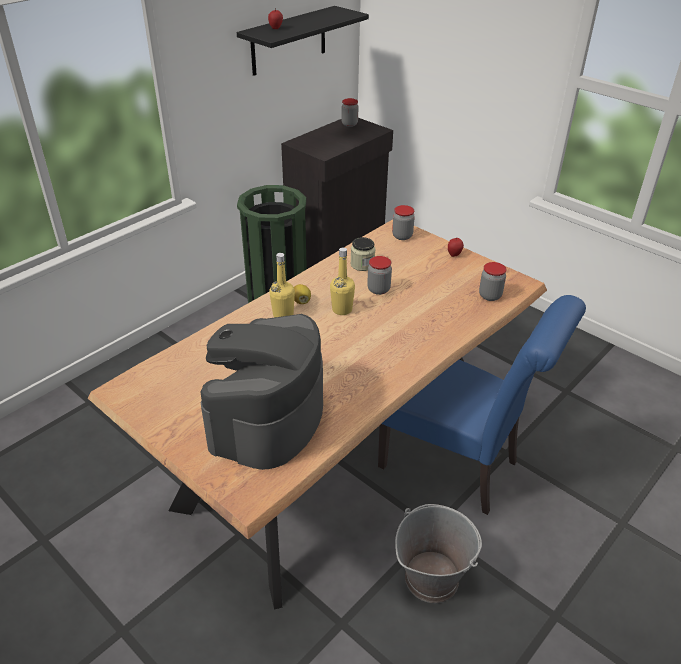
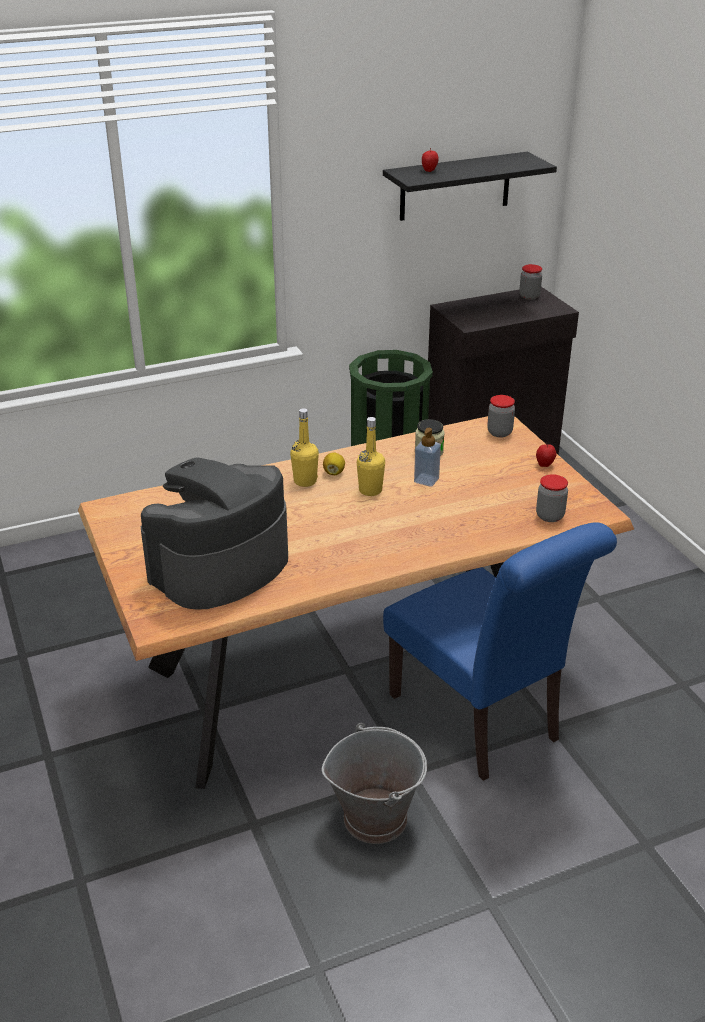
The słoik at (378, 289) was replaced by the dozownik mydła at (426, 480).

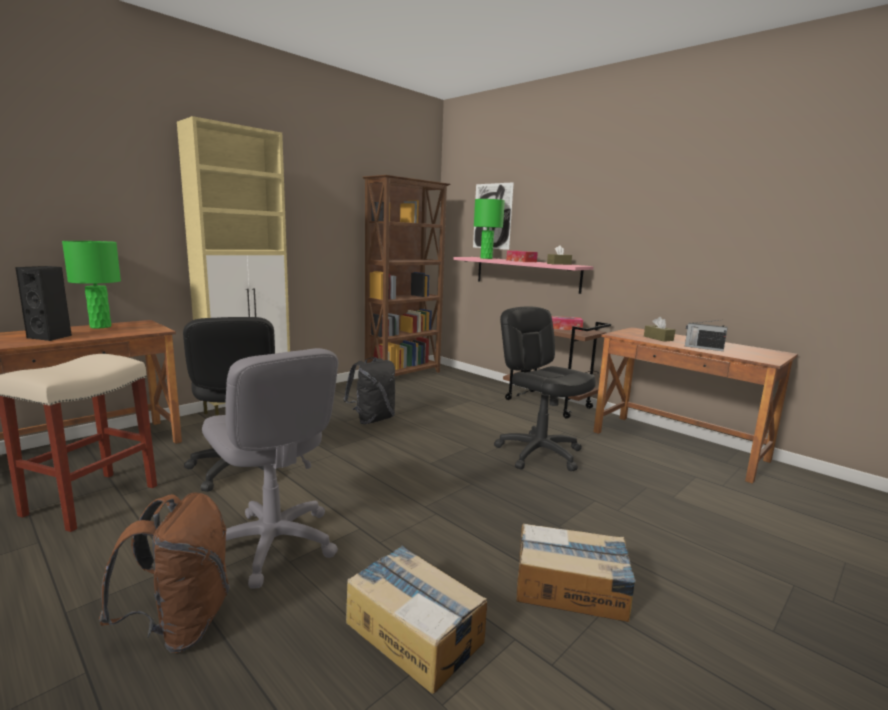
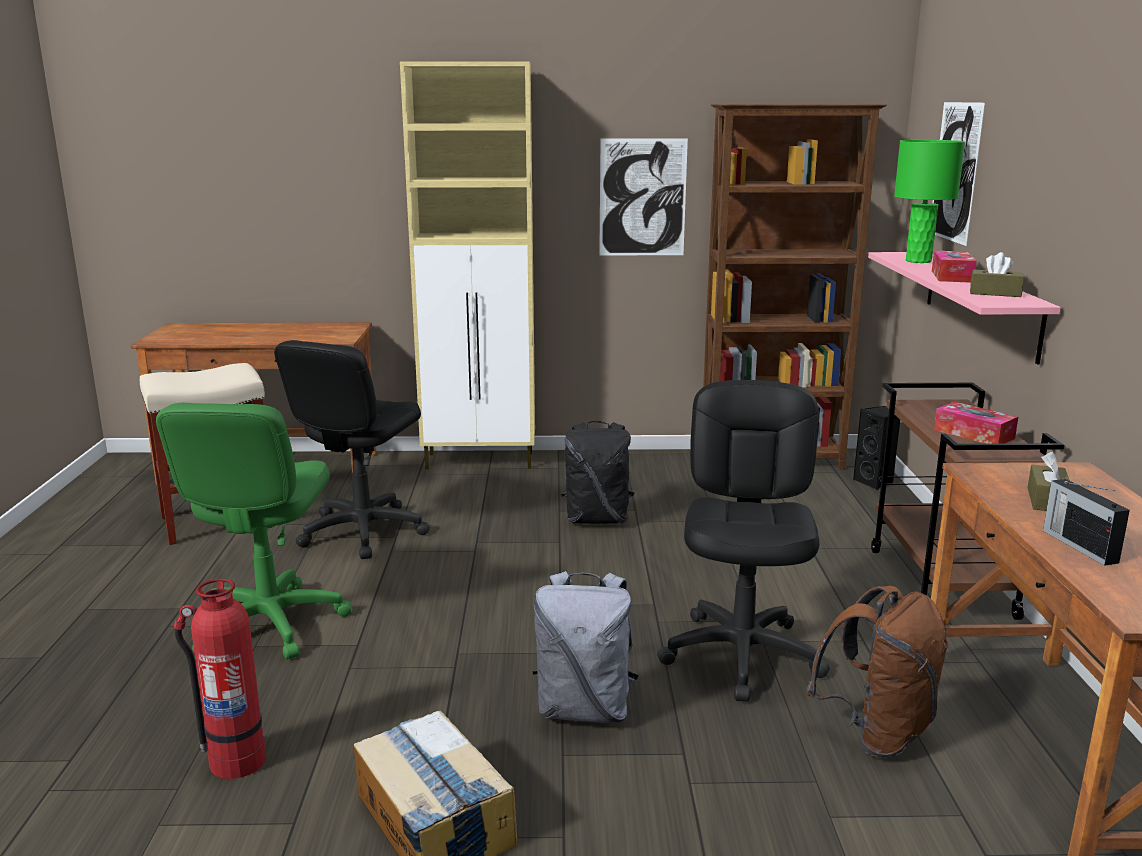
The krzesło biurowe (szary) at (273, 544) became the krzesło biurowe (zielony) at (269, 623). The karton at (414, 631) was replaced by the gaśnica at (236, 760). The plecak (szary) at (584, 709) appeared. The obraz at (642, 197) appeared. The plecak (brązowy) moved from (181, 625) to (877, 733). The głośnik (czarny) moved from (51, 337) to (875, 482). The lampa stołowa (zielony) at (100, 326) disappeared.

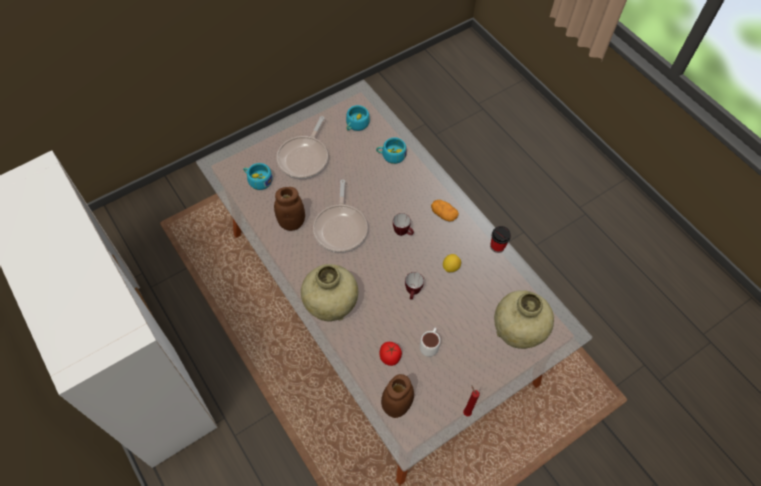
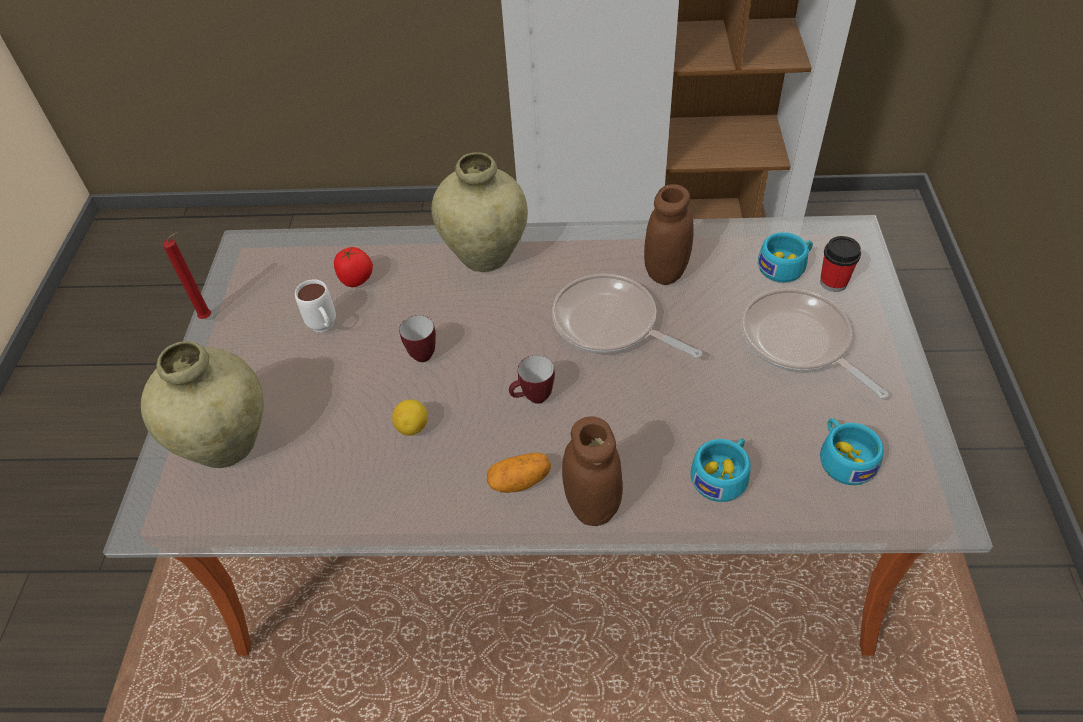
The słoik (brązowy) moved from (396, 405) to (592, 505). The filiżanka moved from (497, 246) to (833, 282).

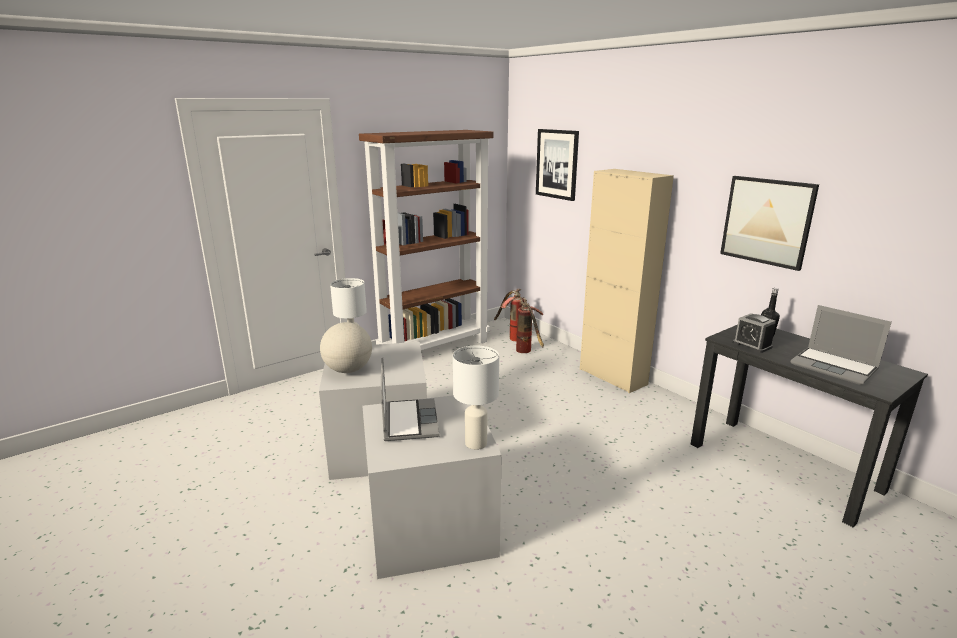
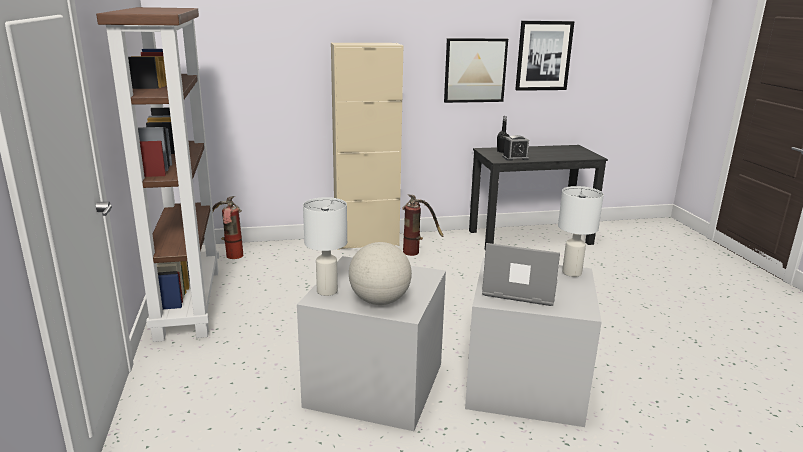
The gaśnica moved from (528, 352) to (417, 251). The obraz moved from (557, 164) to (543, 56). The laptop at (835, 367) disappeared.

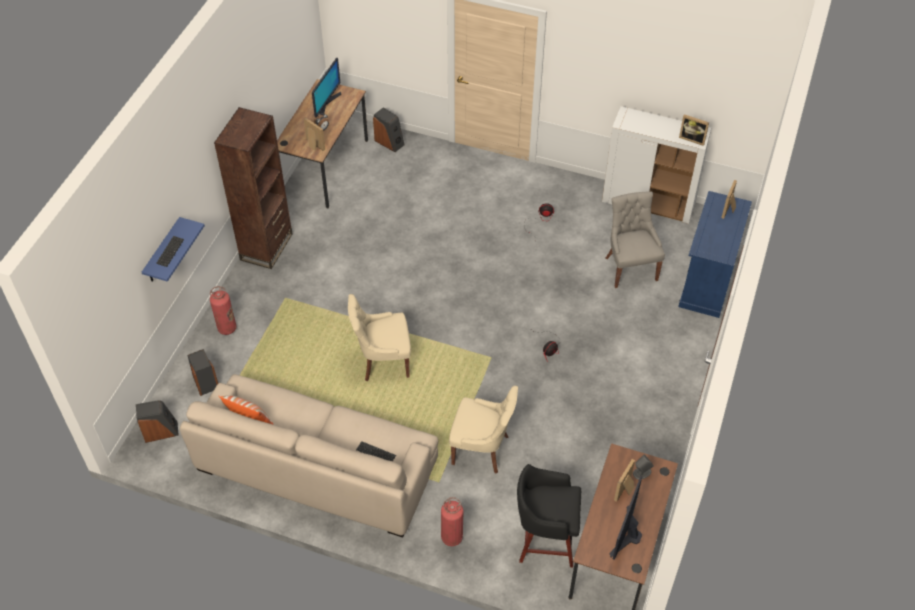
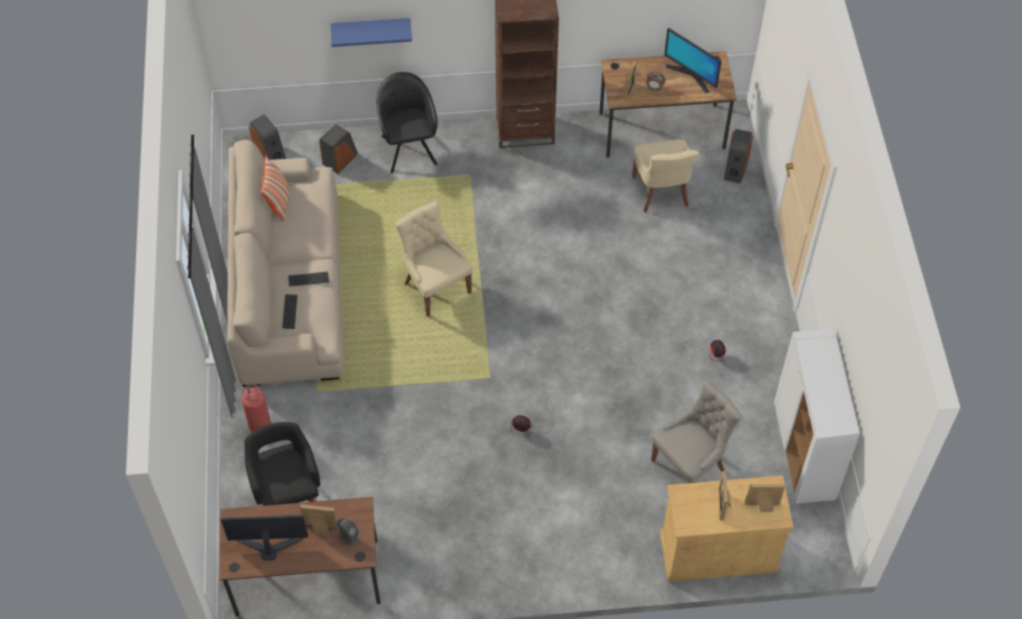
The klawiatura moved from (170, 252) to (308, 279). The gaśnica at (227, 328) was replaced by the fotel (czarny) at (408, 147). The krzesło (beżowy) moved from (482, 449) to (661, 193). The szafka (niebieski) at (707, 280) became the szafka (beżowy) at (718, 552). The monitor at (326, 105) turned 45 degrees clockwise. The ramka na zdjęcie moved from (692, 139) to (724, 504).

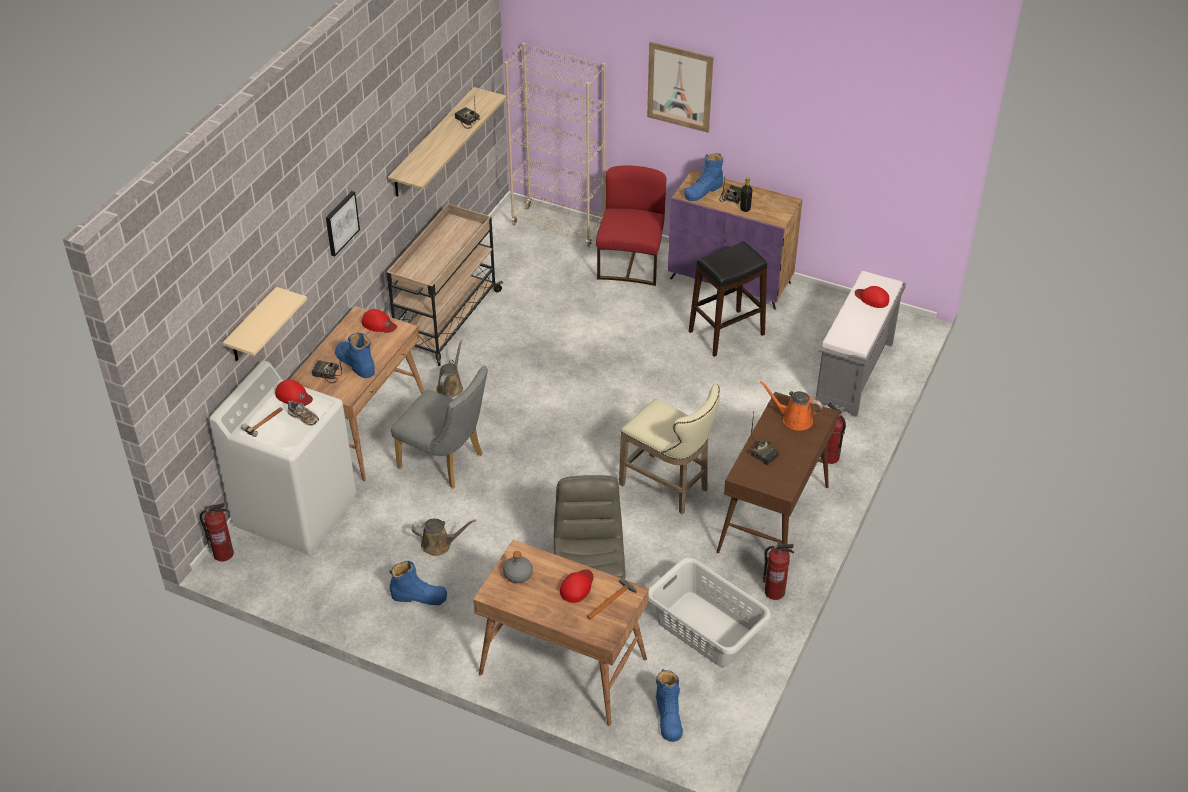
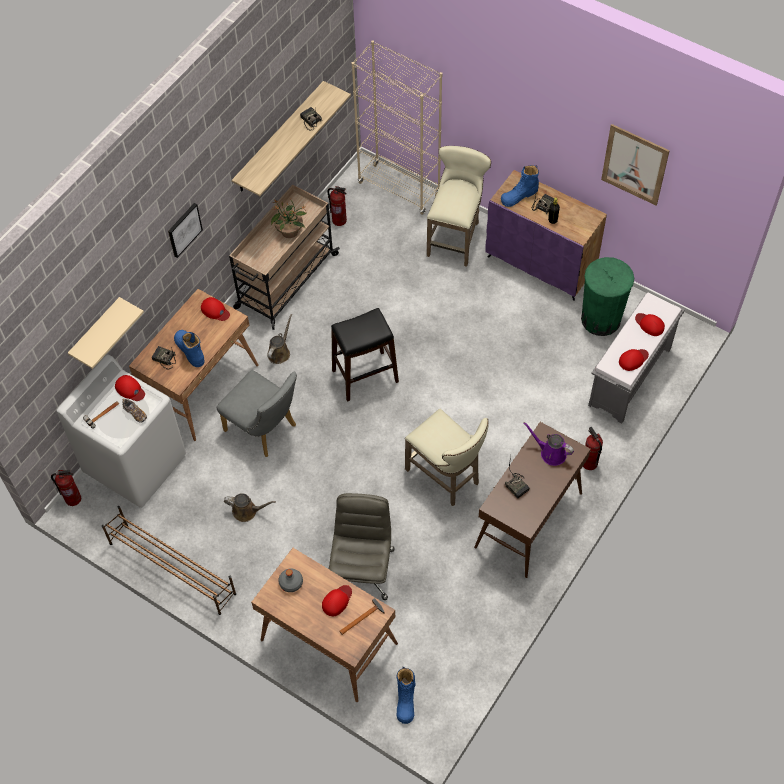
The regał na buty (brązowy) at (172, 568) appeared. The roślina doniczkowa at (290, 232) appeared. The gaśnica moved from (774, 592) to (339, 220). The stołek (czarny) moved from (726, 333) to (365, 376). The krzesło (czerwony) at (631, 264) was replaced by the stołek (beżowy) at (456, 237). The konewka (pomarańczowy) at (794, 419) became the konewka (fioletowy) at (550, 453). The kosz na śmieci (zielony) at (601, 319) appeared. The obraz moved from (679, 87) to (634, 164). The czapka z daszkiem (czerwony) at (633, 360) appeared. The but z cholewką (niebieski) at (419, 596) disappeared. The kosz na pranie (szary) at (706, 630) disappeared.

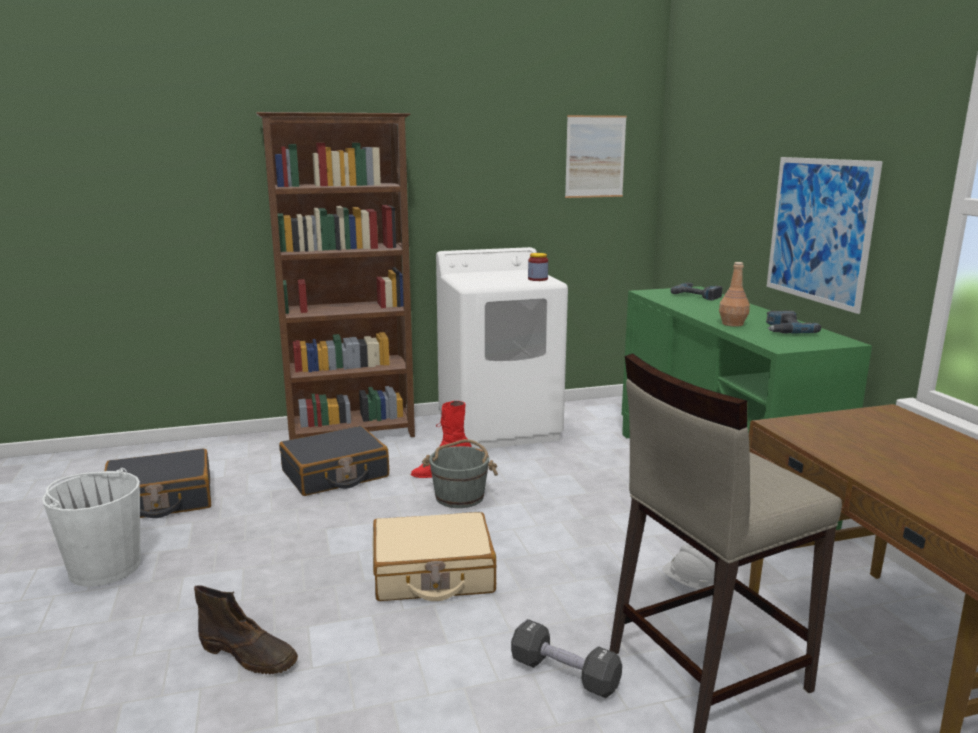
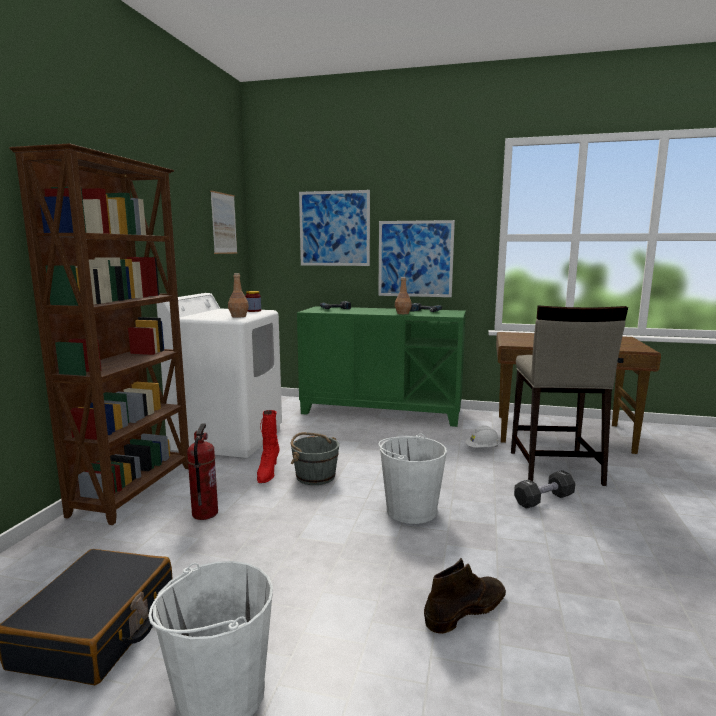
The walizka (czarny) at (335, 474) was replaced by the gaśnica at (204, 513). The butelka (brązowy) at (239, 316) appeared. The obraz at (334, 228) appeared. The walizka (beżowy) at (433, 573) was replaced by the wiadro (biały) at (411, 510).

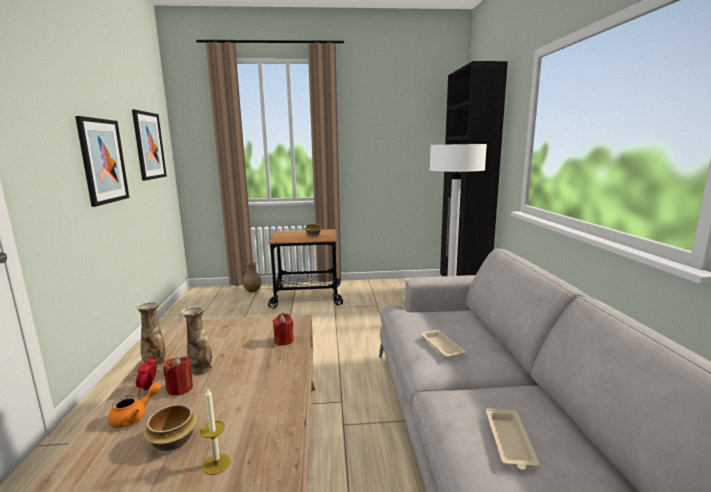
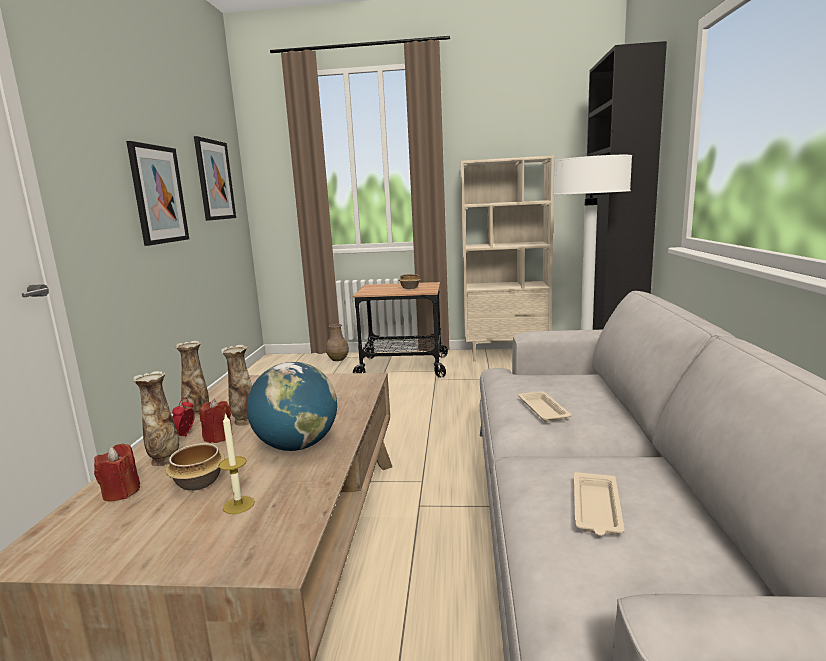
The świeca (czerwony) moved from (284, 341) to (121, 492). The imbryk (pomarańczowy) at (134, 417) was replaced by the wazon at (164, 459). The globus at (297, 446) appeared. The regał (beżowy) at (506, 355) appeared.

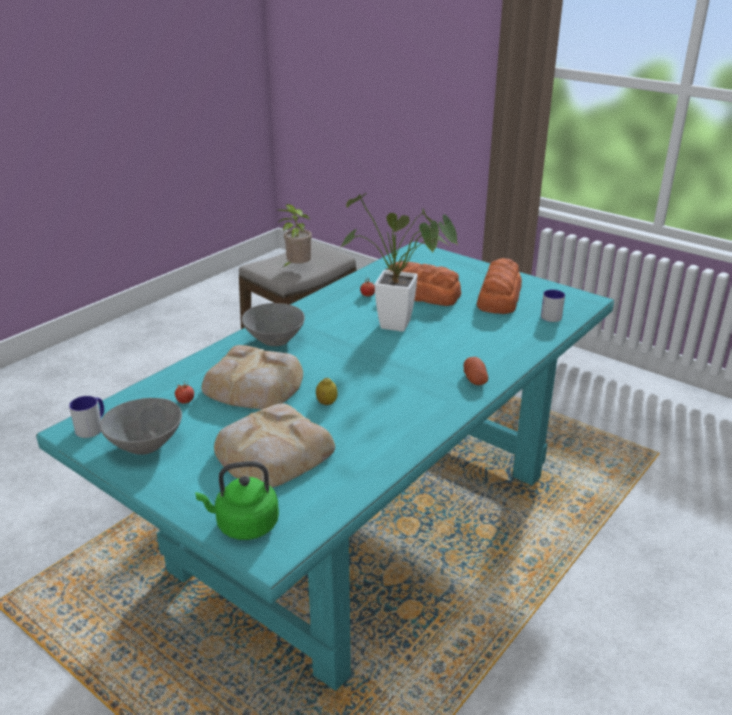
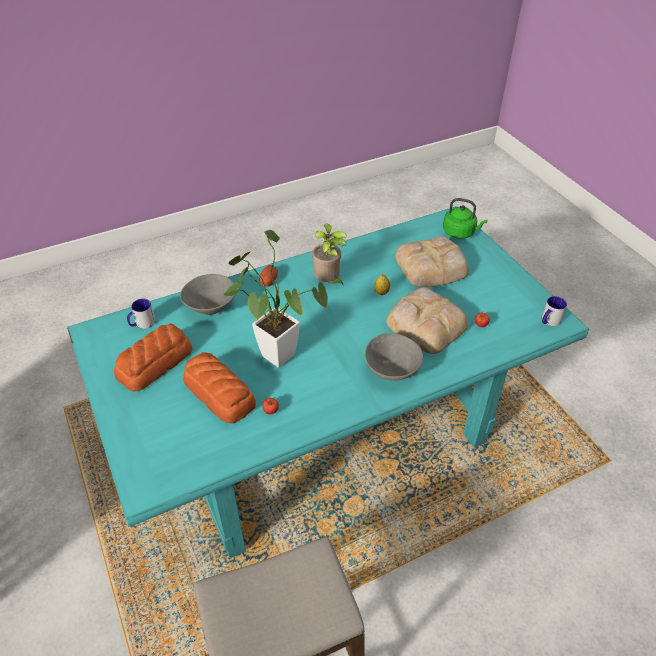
The miska (szary) moved from (146, 445) to (210, 307). The roślina doniczkowa moved from (297, 268) to (328, 282).

